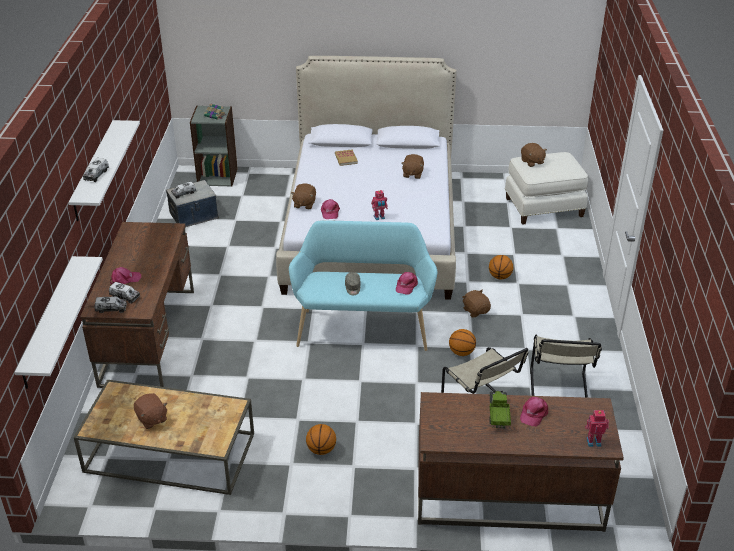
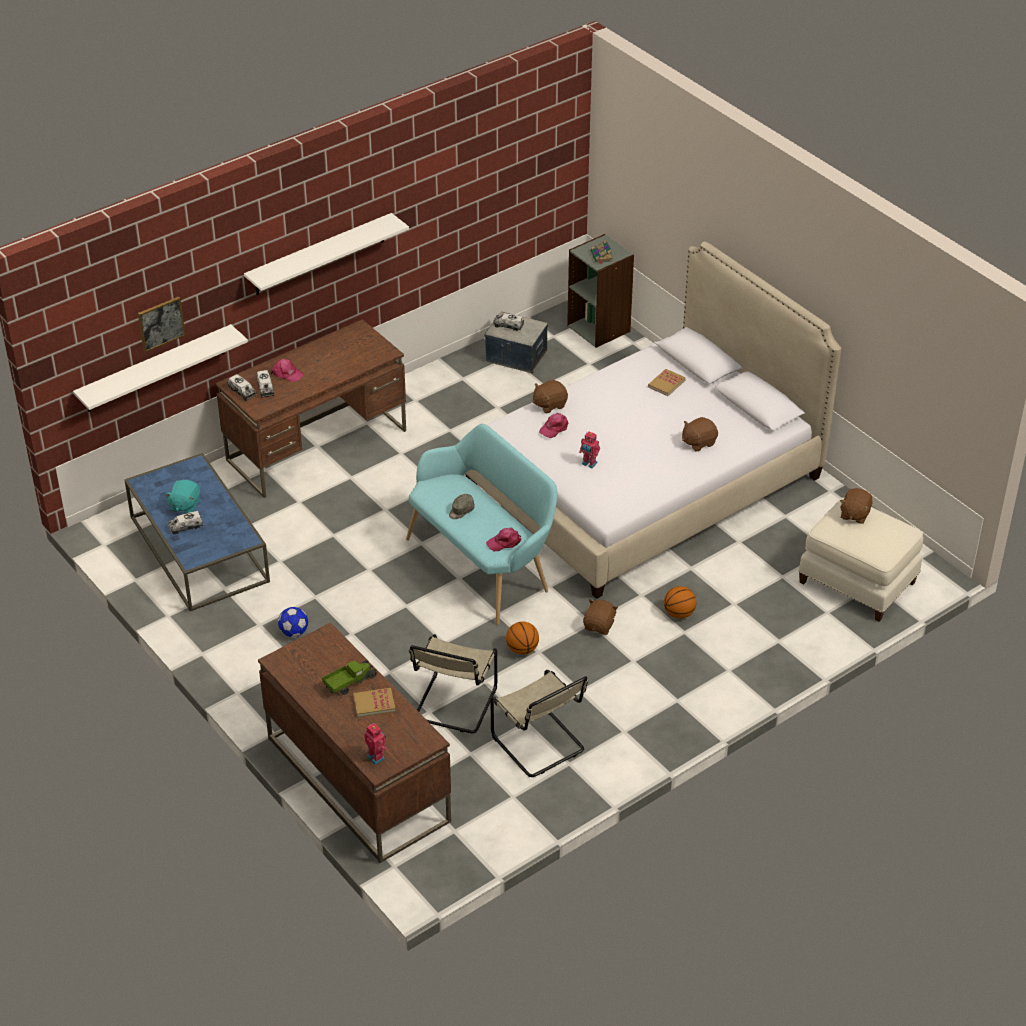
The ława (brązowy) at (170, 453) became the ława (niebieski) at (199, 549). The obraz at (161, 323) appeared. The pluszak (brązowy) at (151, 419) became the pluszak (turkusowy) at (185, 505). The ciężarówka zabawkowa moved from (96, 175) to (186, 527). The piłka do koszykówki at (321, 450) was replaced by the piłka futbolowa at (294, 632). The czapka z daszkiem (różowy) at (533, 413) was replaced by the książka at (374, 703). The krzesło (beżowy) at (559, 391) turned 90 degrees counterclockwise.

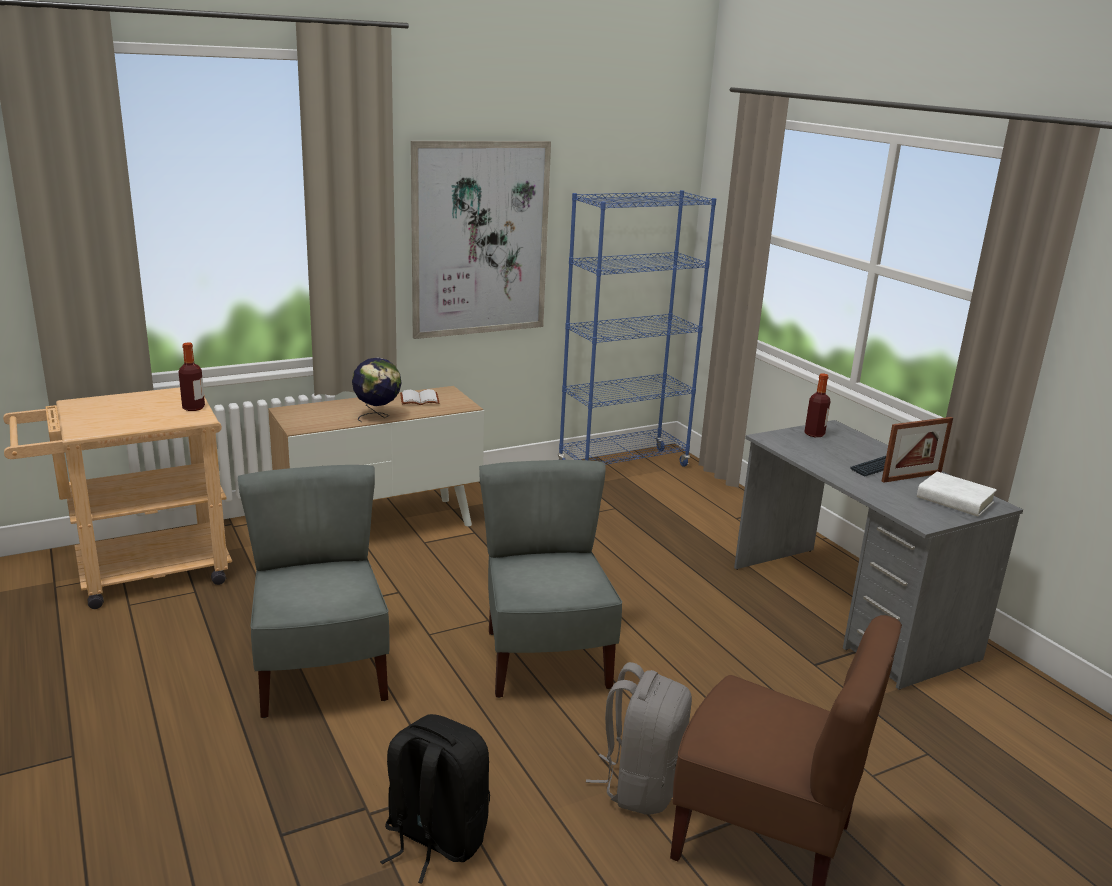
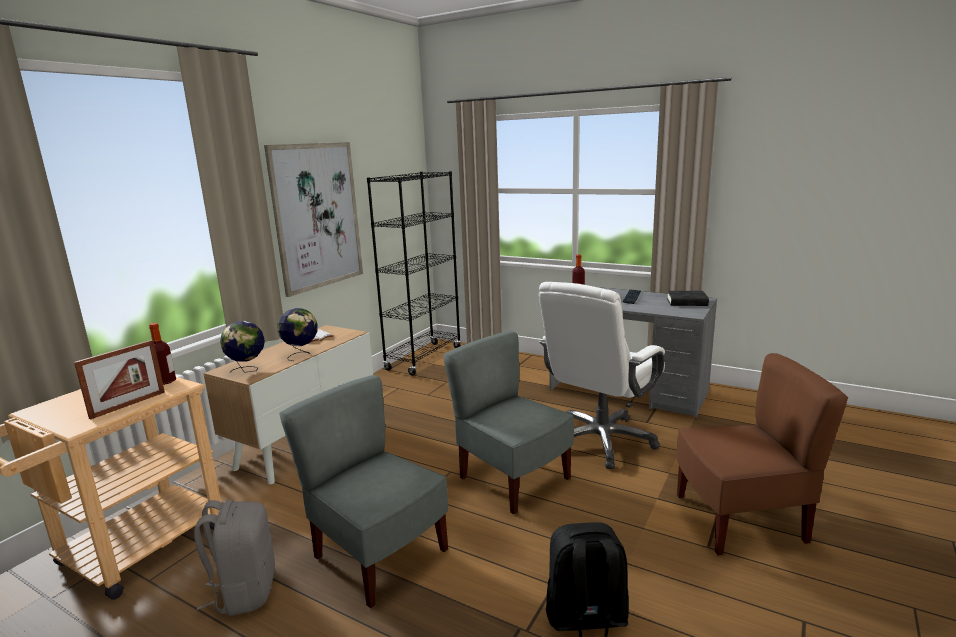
The ramka na zdjęcie moved from (911, 477) to (128, 405). The plecak (szary) moved from (641, 785) to (245, 591). The globus at (247, 370) appeared. The regał (niebieski) at (623, 466) became the regał (czarny) at (424, 358). The krzesło biurowe (biały) at (601, 441) appeared. The książka (biały) at (954, 500) became the książka (czarny) at (686, 302).

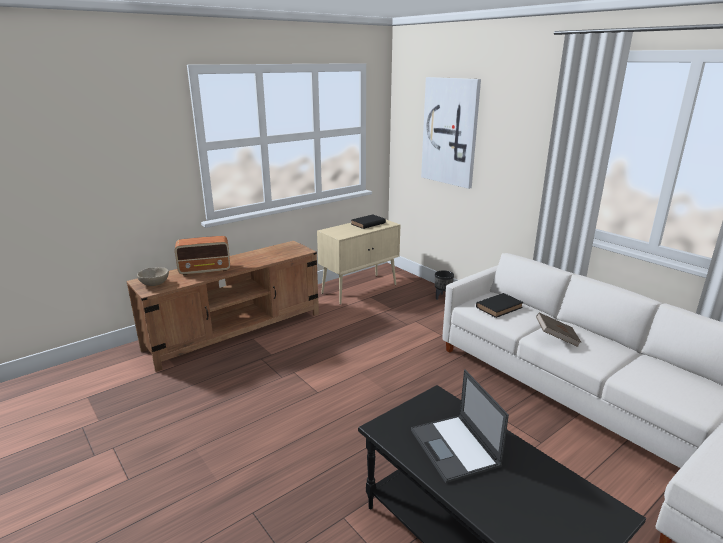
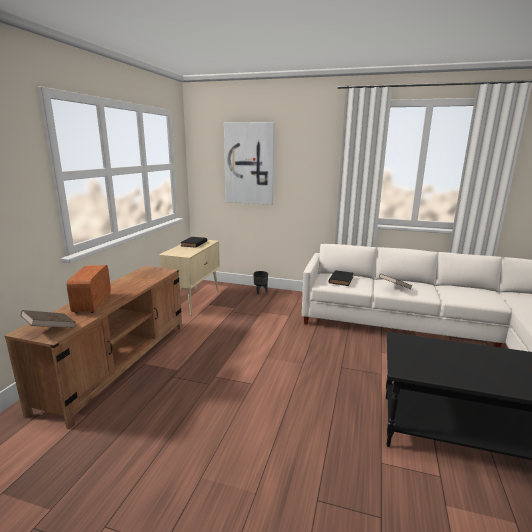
The miska (beżowy) at (155, 284) was replaced by the książka (brązowy) at (50, 329). The radio at (205, 270) turned 135 degrees clockwise. The laptop at (455, 448) disappeared.

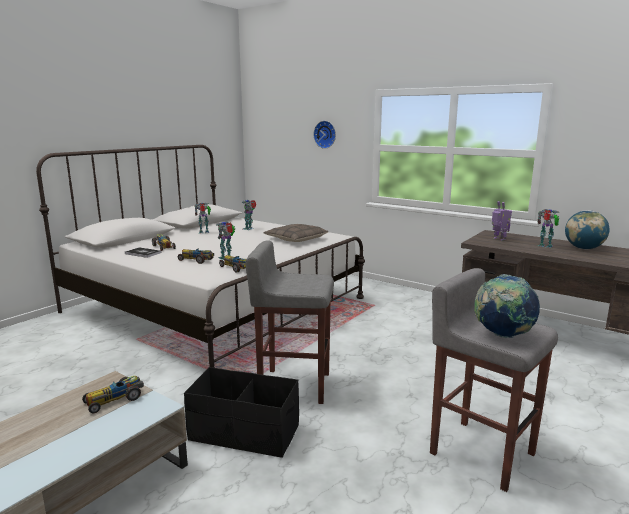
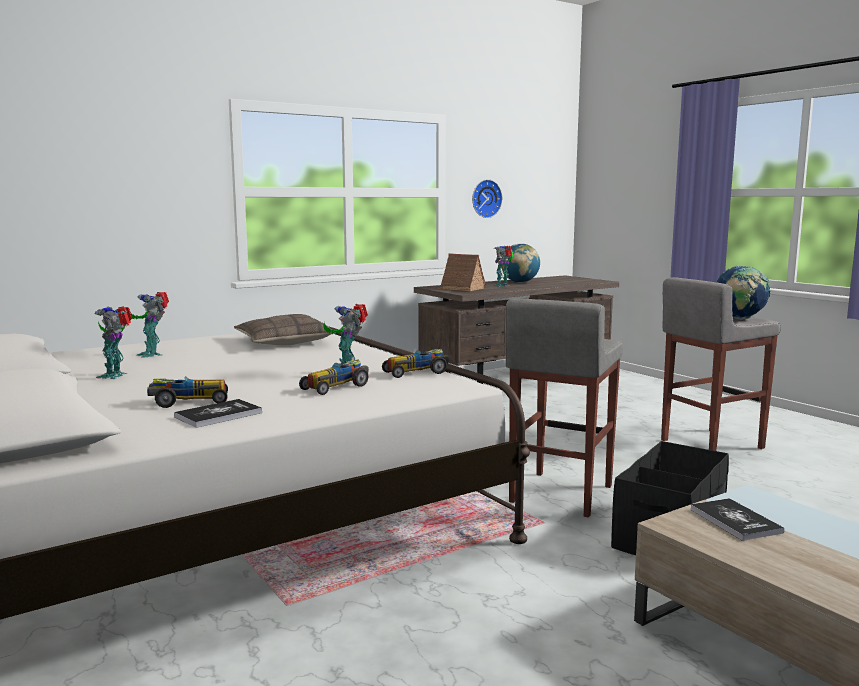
The robot zabawkowy at (499, 239) was replaced by the domek at (461, 288). The zegar ścienny moved from (325, 134) to (485, 198). The samochodzik at (115, 399) was replaced by the książka at (735, 521).

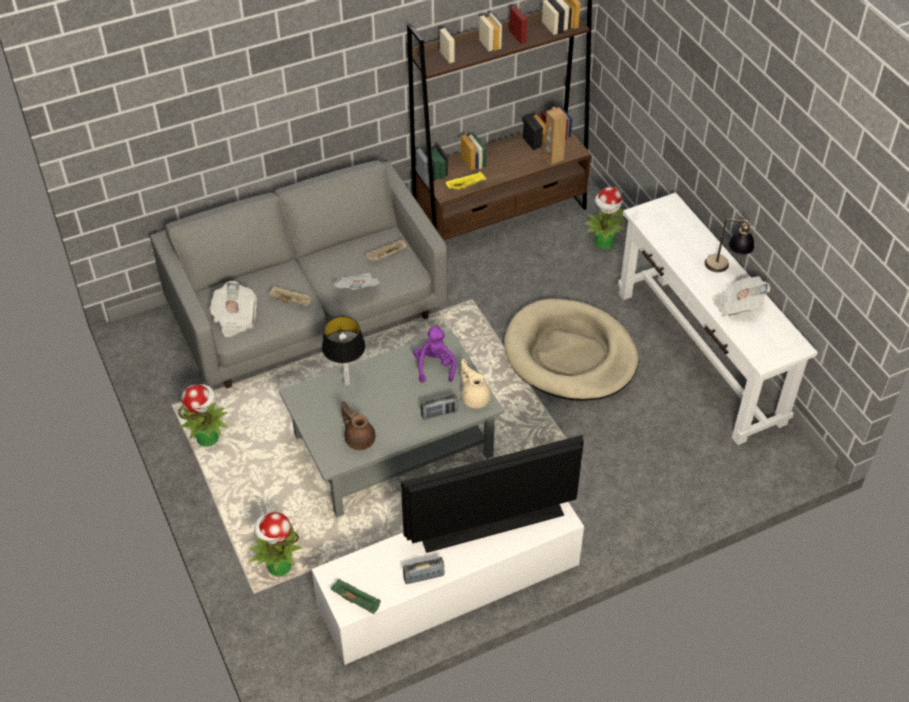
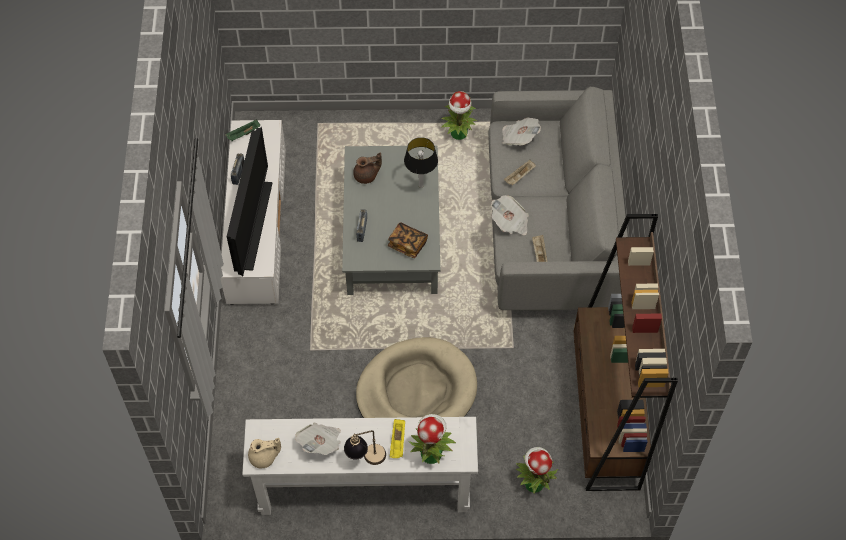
The imbryk (beżowy) moved from (475, 398) to (264, 457). The pluszak (fioletowy) at (434, 366) was replaced by the książka at (407, 244). The taca (żółty) moved from (466, 185) to (398, 442). The roślina doniczkowa moved from (278, 567) to (431, 453). The głośnik (brązowy) at (553, 158) disappeared.

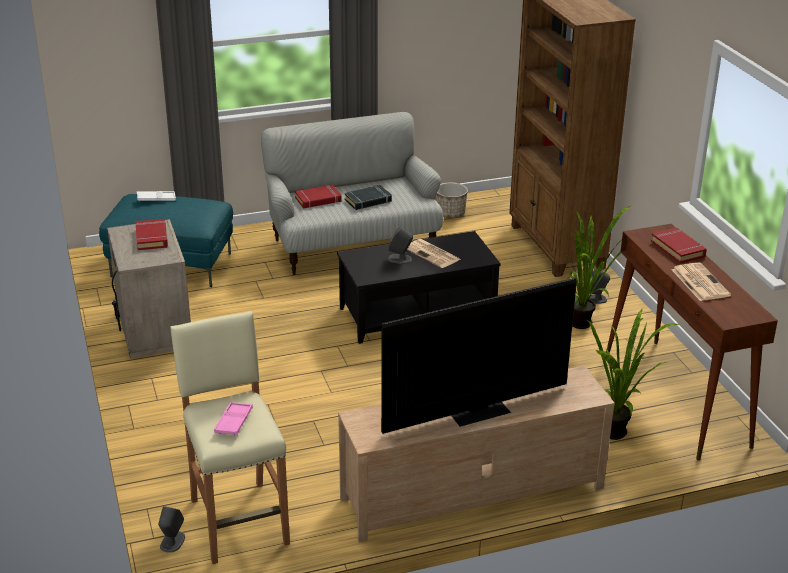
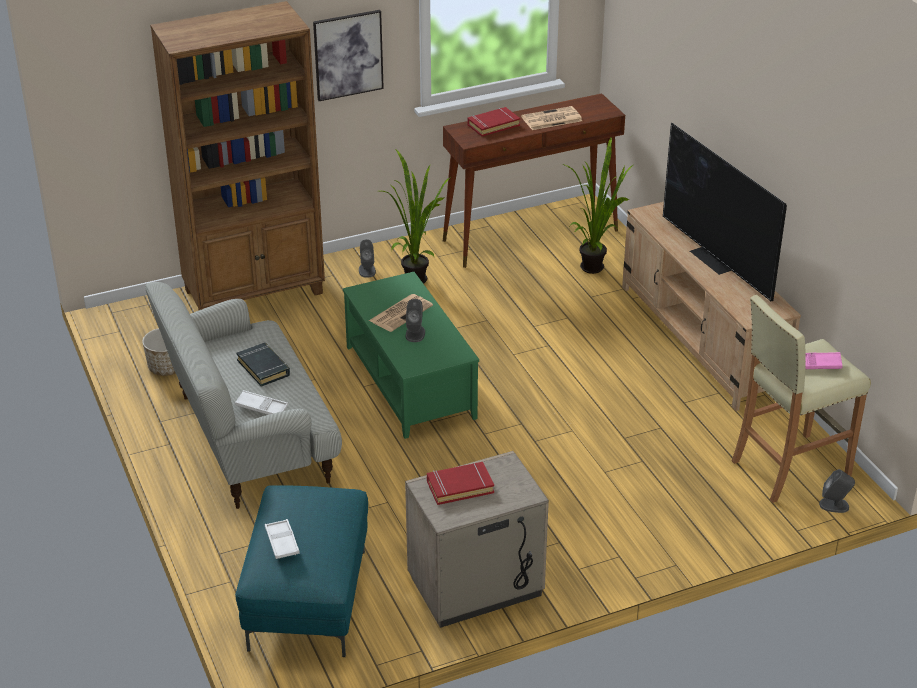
The książka (czerwony) at (318, 200) was replaced by the taca (biały) at (261, 407). The obraz at (348, 55) appeared. The ława (czarny) at (416, 313) became the ława (zielony) at (408, 382).

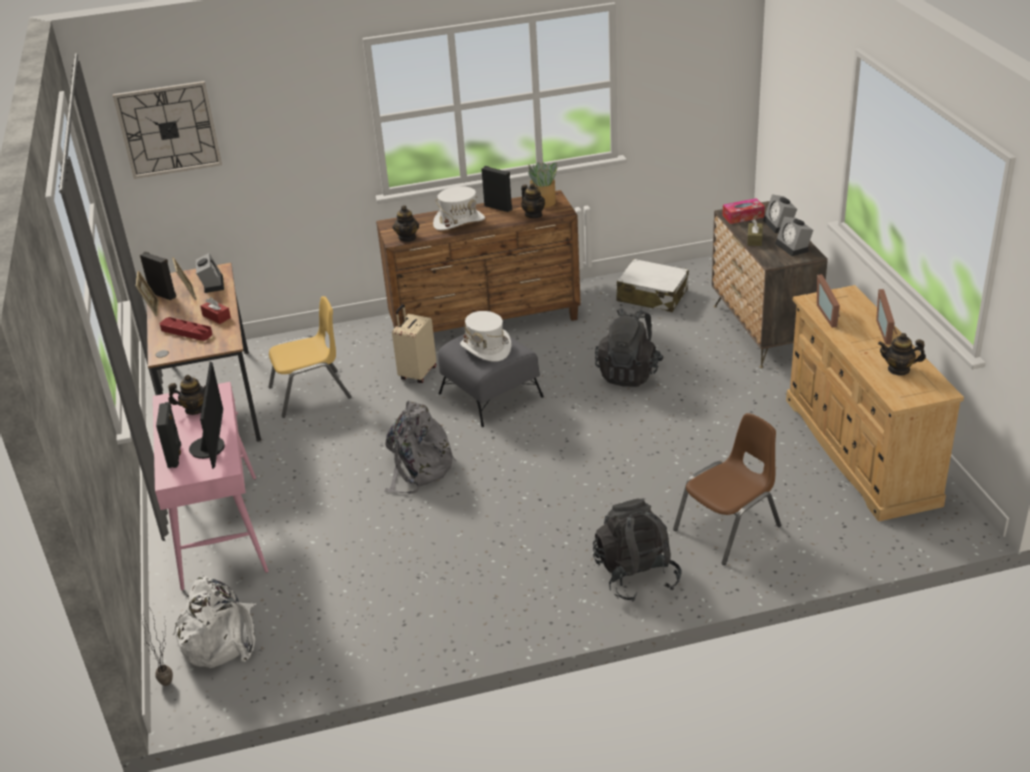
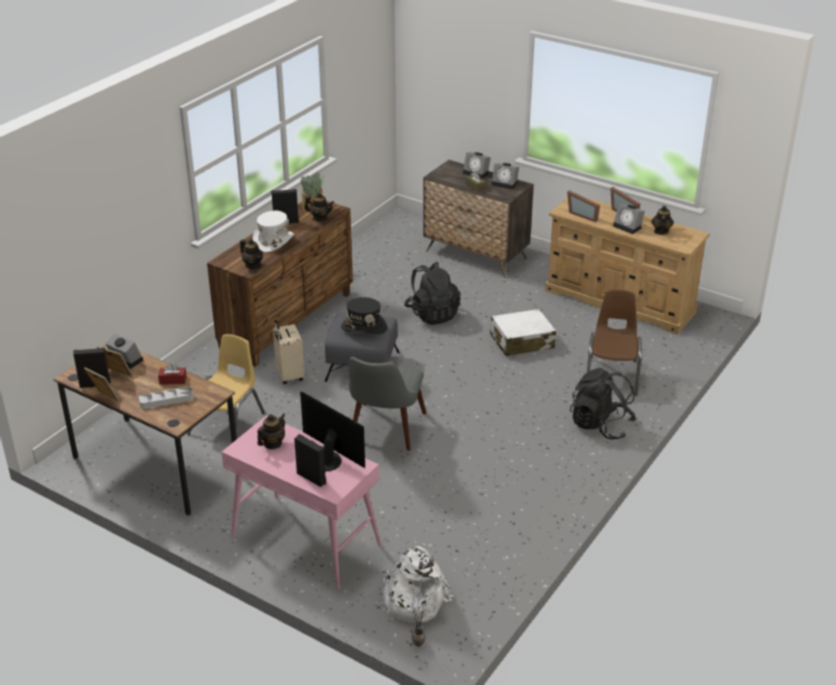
The taca (czerwony) at (186, 332) became the taca (szary) at (166, 400). The kapelusz (biały) at (486, 348) became the kapelusz (czarny) at (364, 327). The plecak (szary) at (418, 469) was replaced by the krzesło (szary) at (384, 433). The walizka (biały) moved from (652, 296) to (521, 341). The budzik at (628, 227) appeared. The imbryk at (899, 369) turned 135 degrees clockwise. The zegar ścienny at (168, 129) disappeared. The pudełko chusteczek at (743, 216) disappeared.

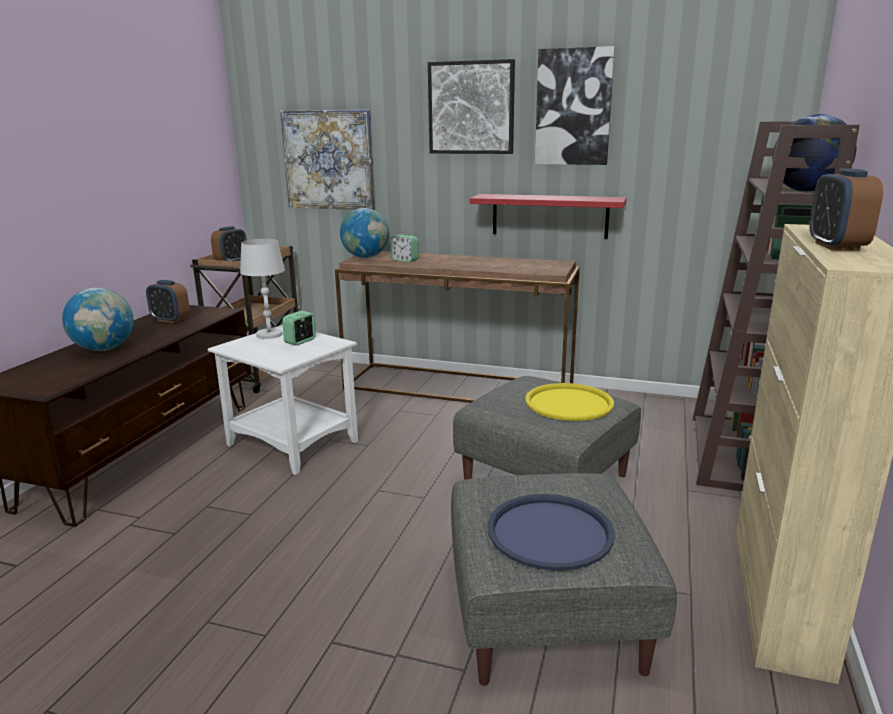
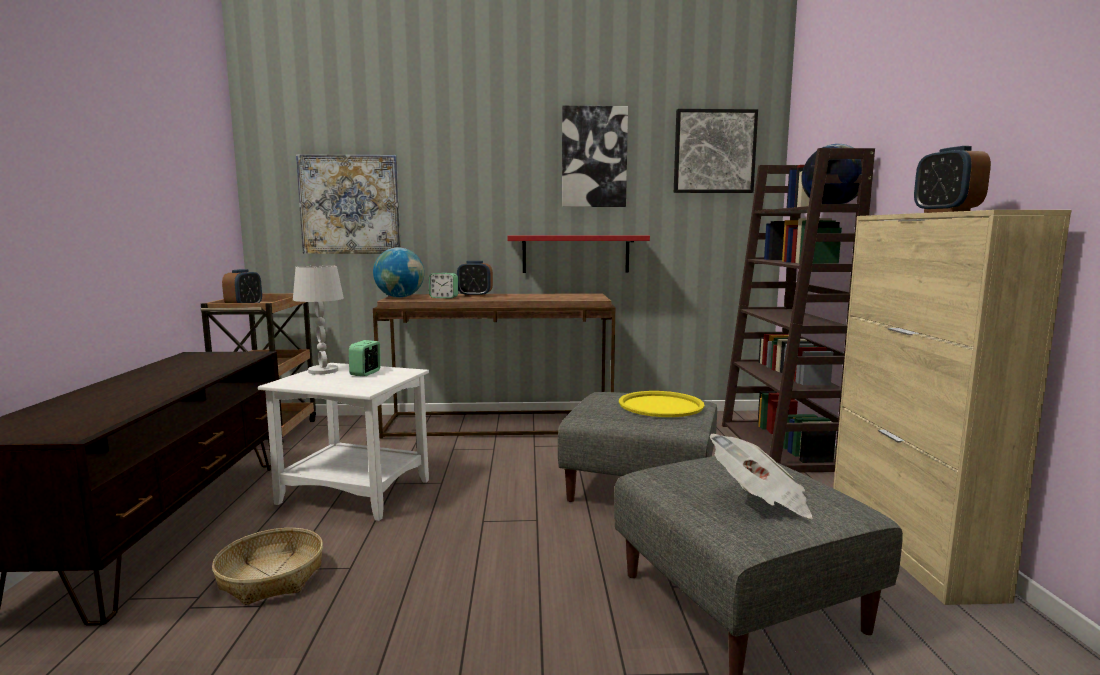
The koszyk at (271, 577) appeared. The budzik moved from (170, 320) to (475, 295). The obraz moved from (471, 108) to (714, 152). The taca (niebieski) at (550, 532) was replaced by the gazeta at (760, 500). The globus at (104, 349) disappeared.

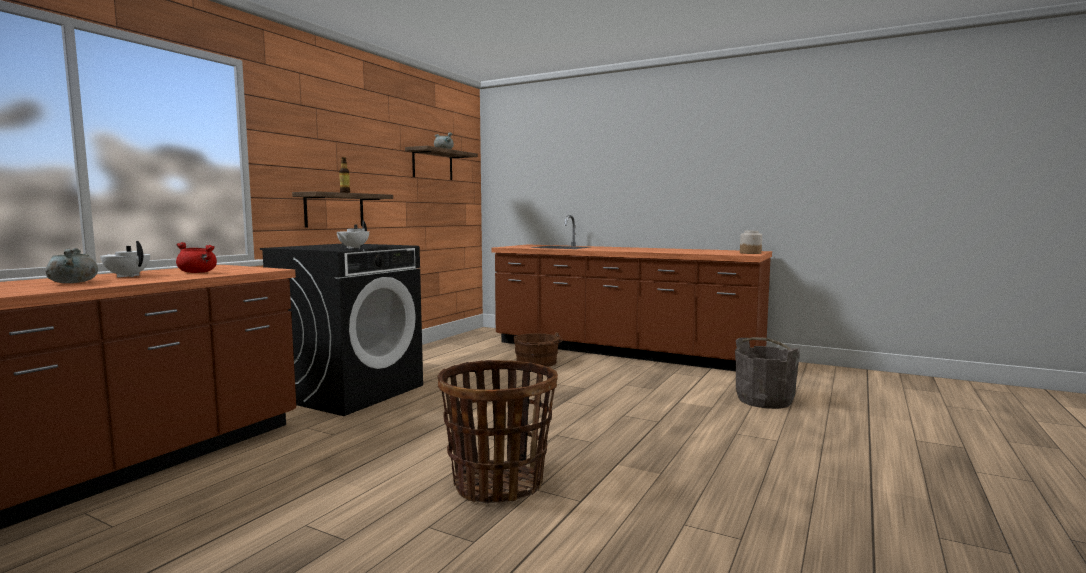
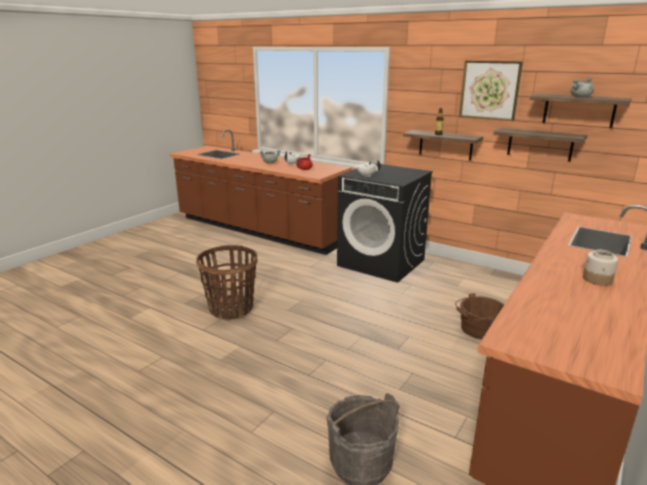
The obraz at (489, 90) appeared. The półka at (540, 144) appeared. The słoik moved from (750, 253) to (597, 279).

